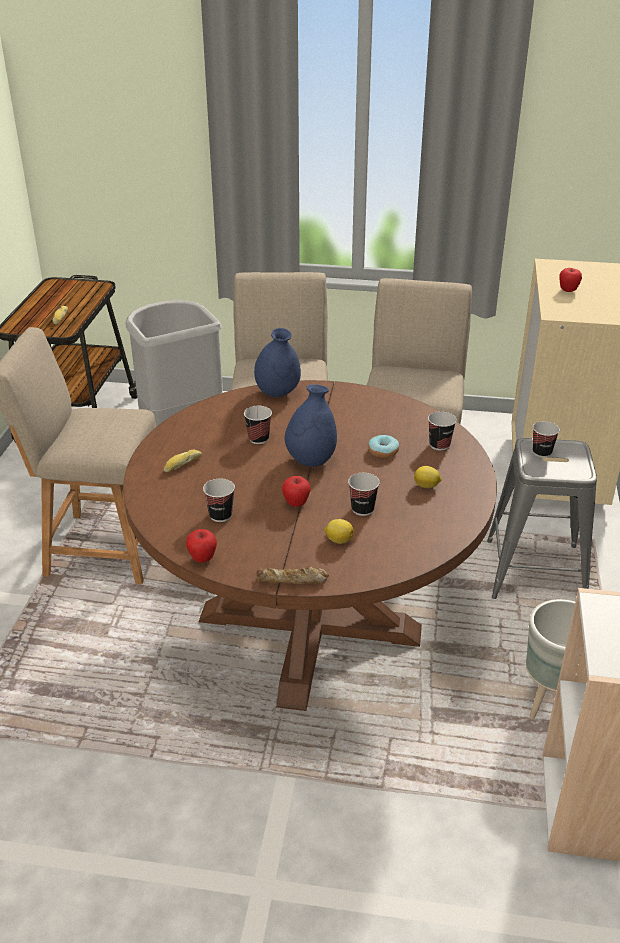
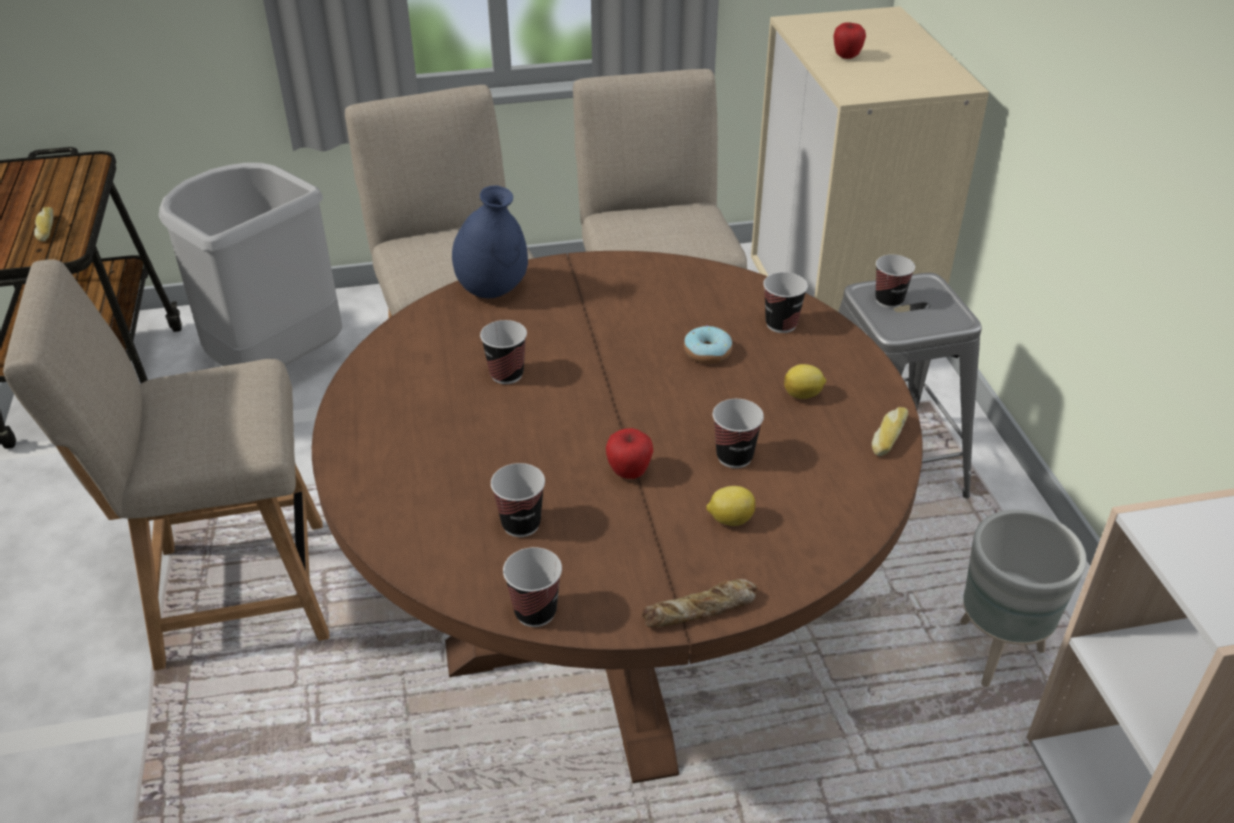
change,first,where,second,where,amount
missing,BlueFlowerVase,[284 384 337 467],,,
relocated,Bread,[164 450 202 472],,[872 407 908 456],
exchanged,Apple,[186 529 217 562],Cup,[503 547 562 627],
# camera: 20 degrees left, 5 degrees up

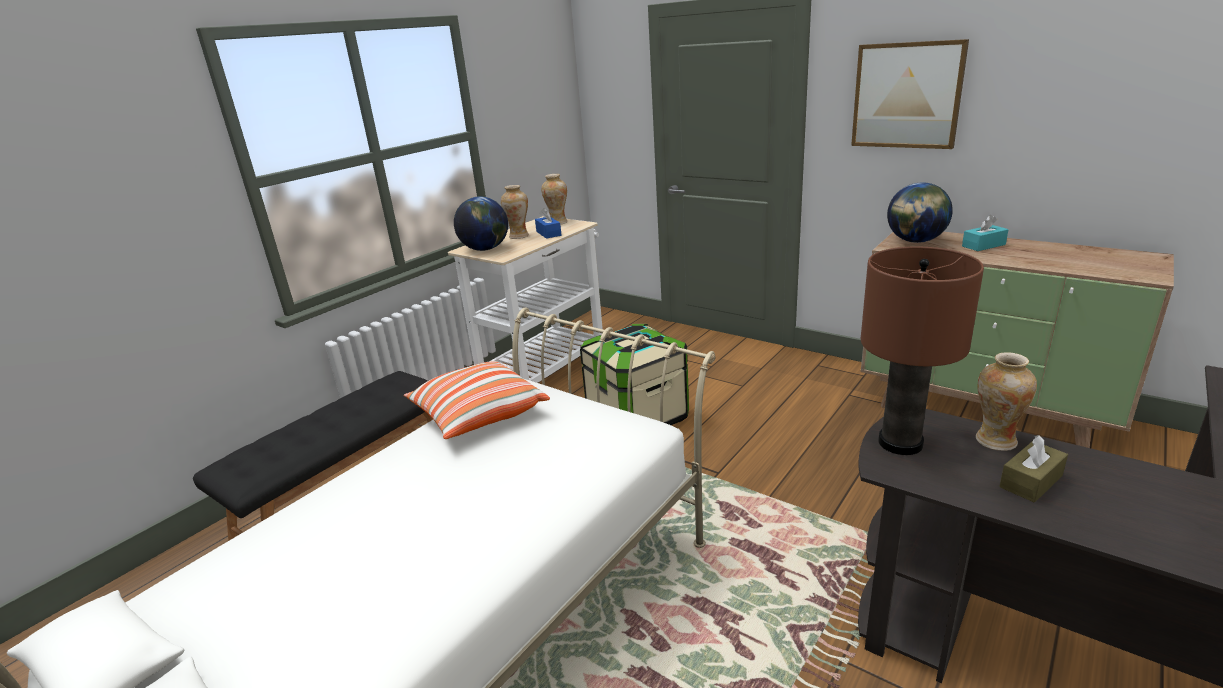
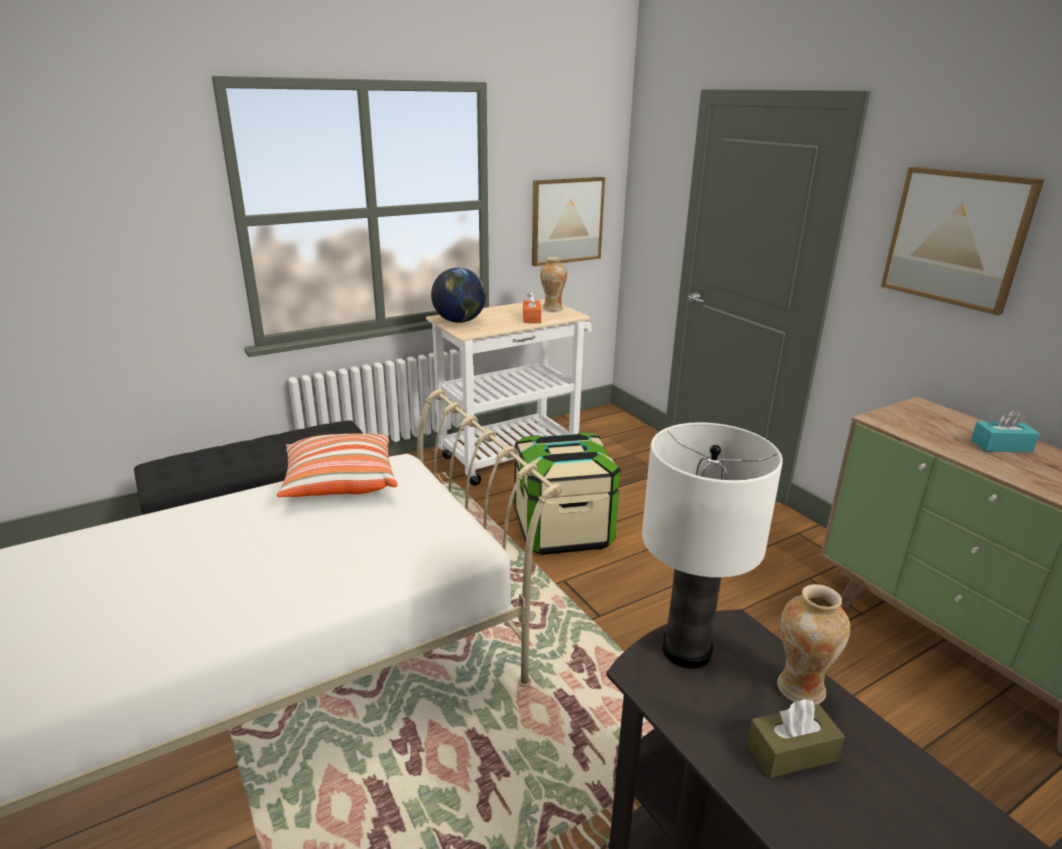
change,first,where,second,where,amount
missing,FlowerVase,[501 185 529 239],,,
missing,Globe,[887 182 953 243],,,
appeared,,,Picture,[532 177 605 266],
colour,BlueBoxOfTissues,[535 208 561 239],OrangeyBoxOfTissues,[523 291 541 323],
colour,BrownishTableLamp,[861 246 984 455],WhiteColouredTableLamp,[642 422 783 669],
# camera: 20 degrees right, 0 degrees up

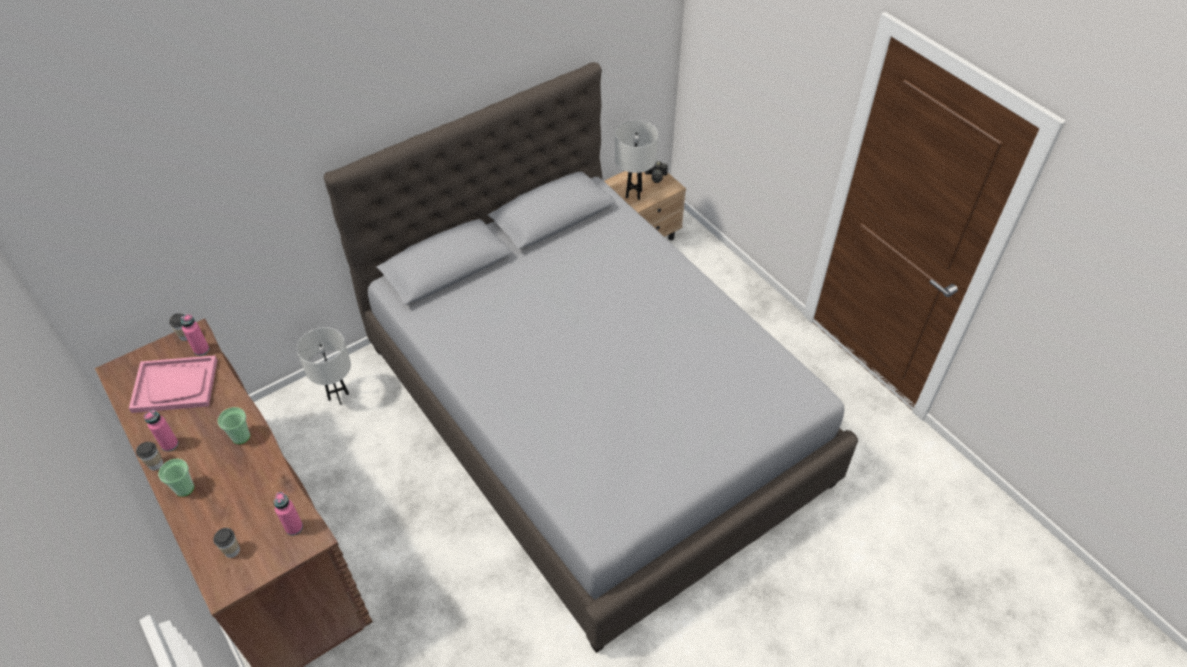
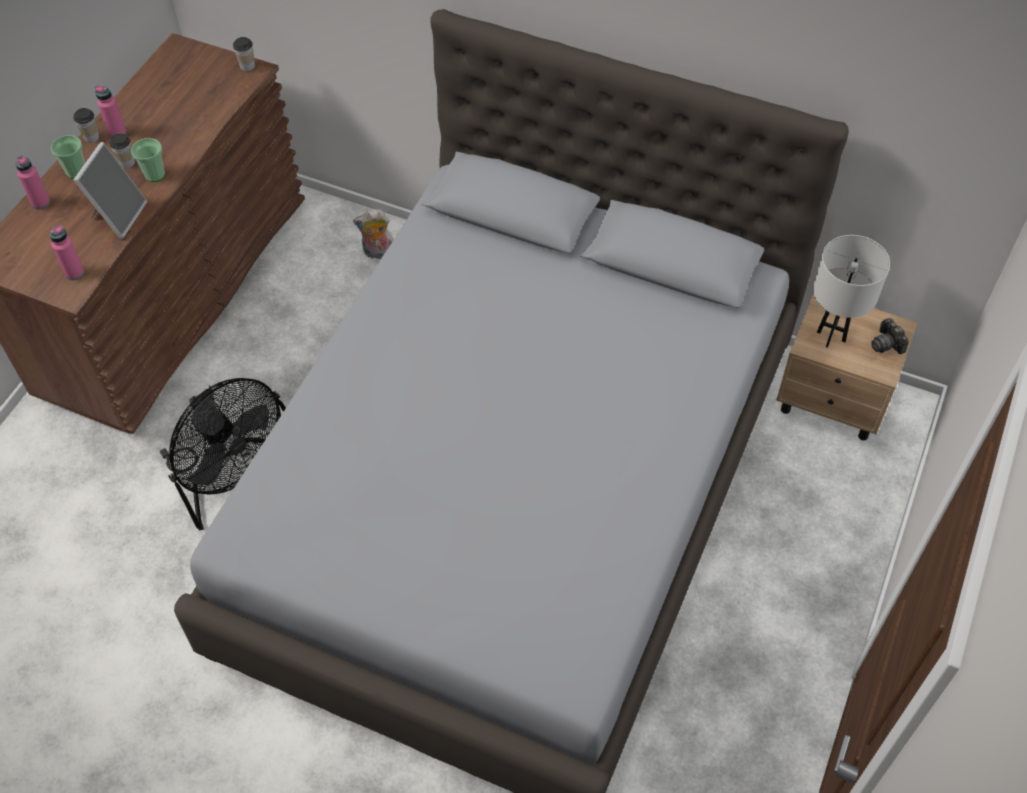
change,first,where,second,where,amount
missing,PinkCarryingTray,[129 355 217 413],,,
appeared,,,StandingFrame,[73 142 148 239],
appeared,,,BlackColouredElectricFan,[160 378 286 531],
relocated,PinkDrinkBottle,[181 315 209 356],,[15 155 50 209],
relocated,Cup,[213 528 240 558],,[109 133 135 168],
exchanged,WhiteColouredTableLamp,[297 327 351 405],SoftToy,[353 209 393 259],
# camera: 60 degrees right, 5 degrees up

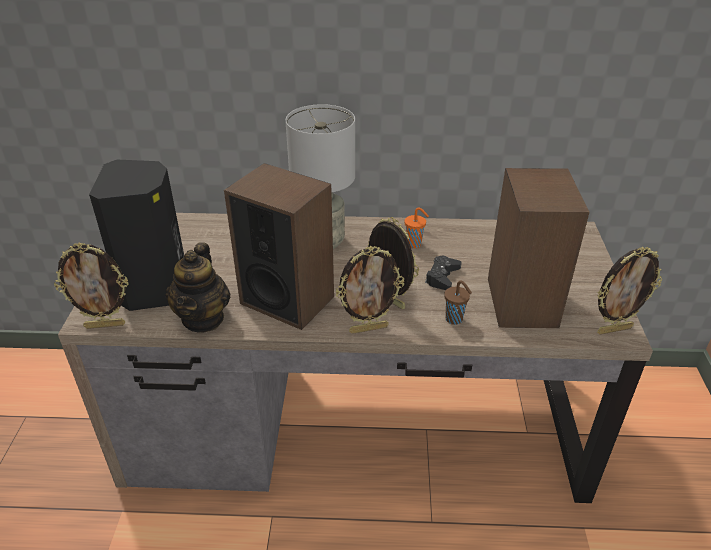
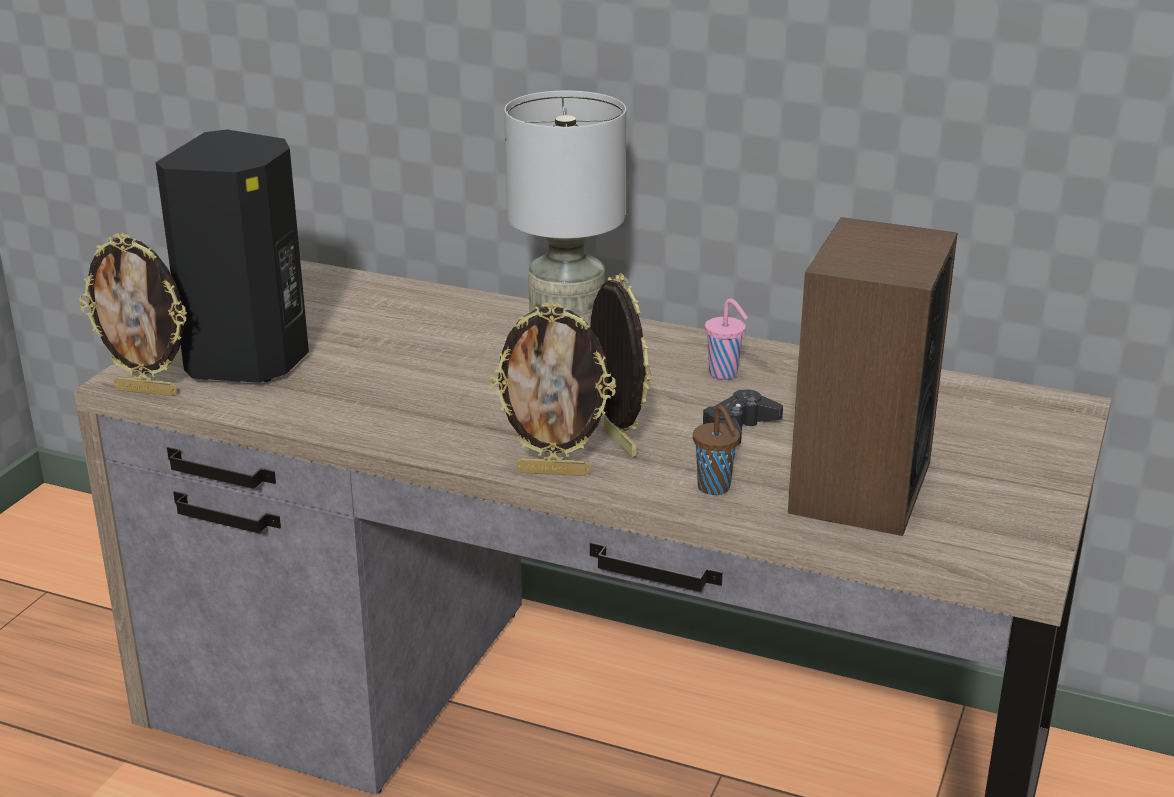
change,first,where,second,where,amount
missing,TeaPot,[166 243 230 332],,,
missing,Speaker,[224 163 334 330],,,
missing,StandingFrame,[597 247 662 334],,,
colour,OrangeyCup,[405 207 429 248],PinkCup,[705 299 748 380],
# camera: 20 degrees right, 10 degrees down

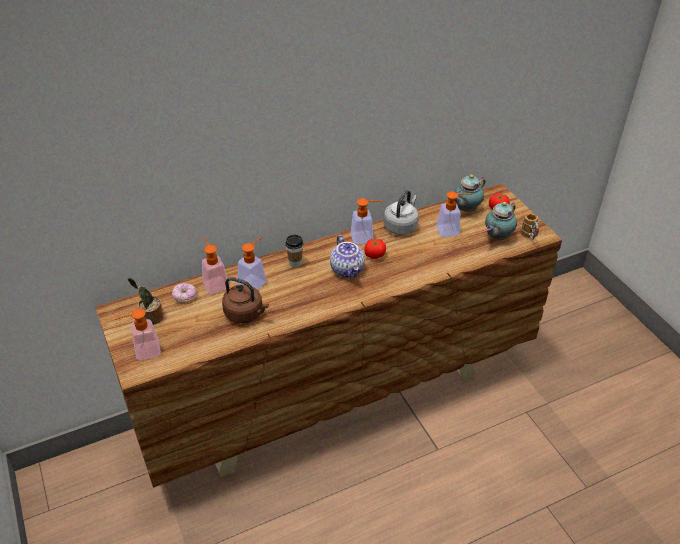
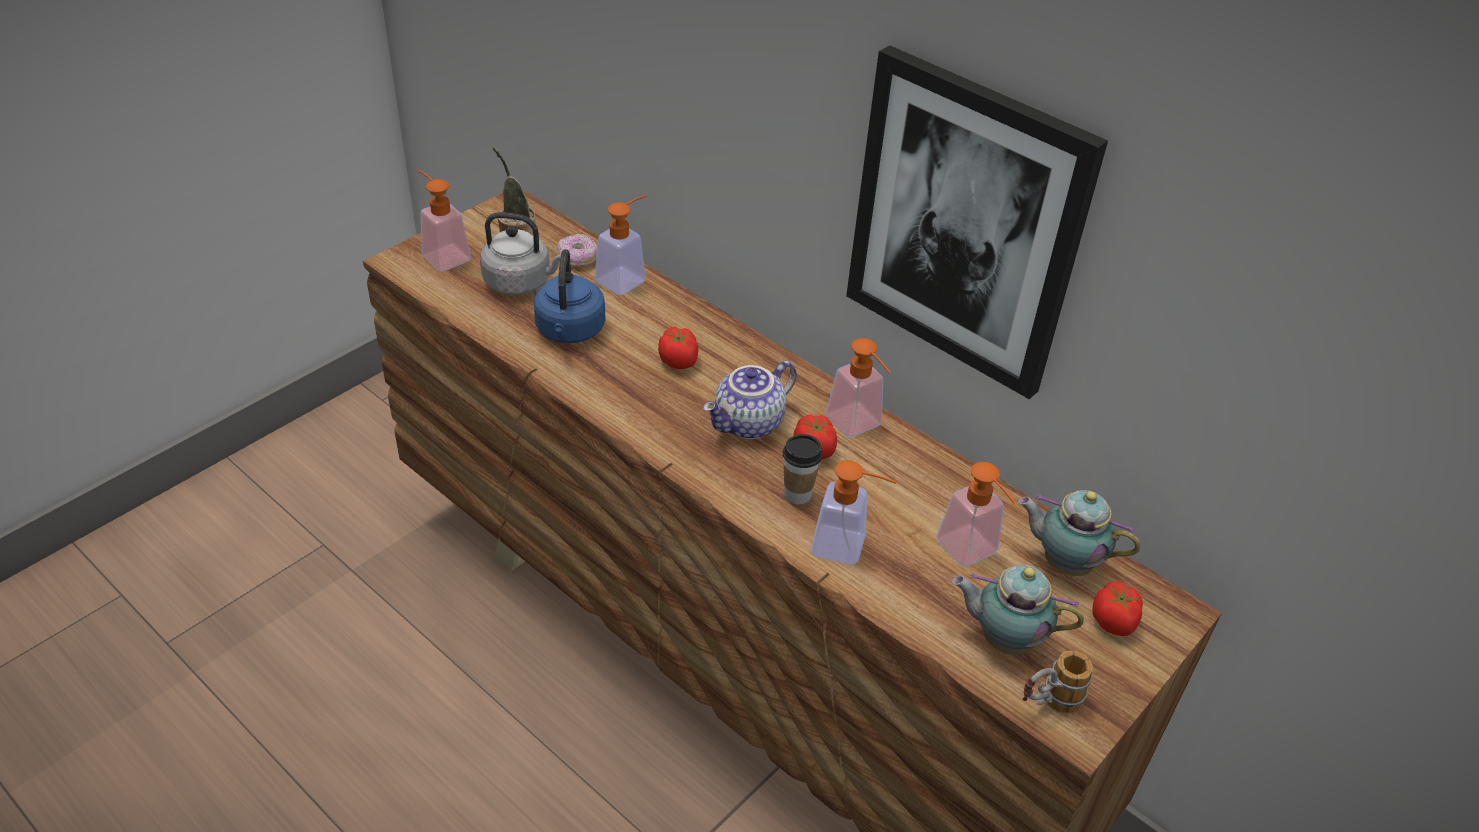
change,first,where,second,where,amount
appeared,,,Tomato,[658 327 698 369],
appeared,,,Picture,[846 45 1108 399],
relocated,SoapDispenser,[238 237 266 290],,[811 460 897 565],
relocated,Cup,[285 235 303 267],,[783 434 822 504],
relocated,GreyKettle,[384 190 419 235],,[480 212 561 295],
colour,BrownishKettle,[222 277 269 323],BlueKettle,[534 249 605 343],
# camera: 65 degrees right, 0 degrees up

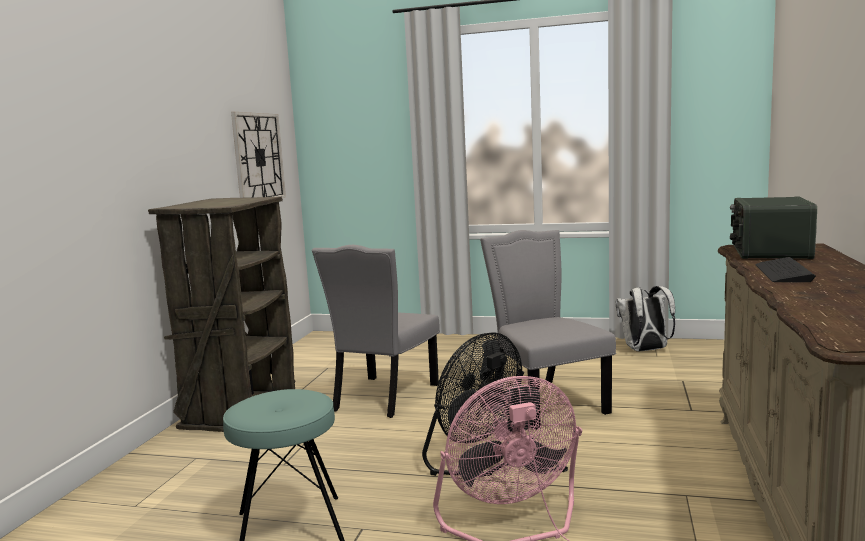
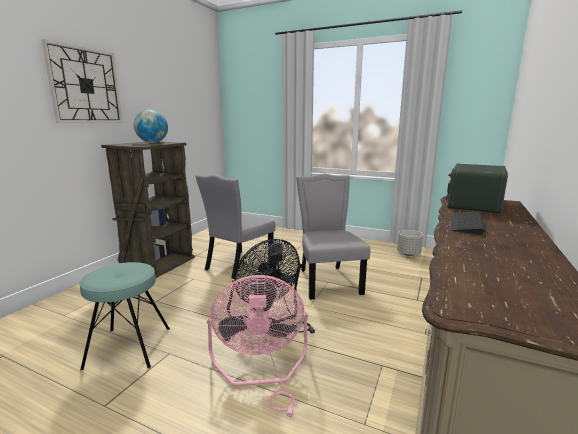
change,first,where,second,where,amount
appeared,,,Globe,[134 110 168 143],
relocated,ClockOnTheWall,[231 112 286 198],,[42 39 123 123],
exchanged,WhiteColouredKnapsack,[616 286 675 352],GreyPlantPot,[397 230 423 256],
# camera: 10 degrees right, 5 degrees up

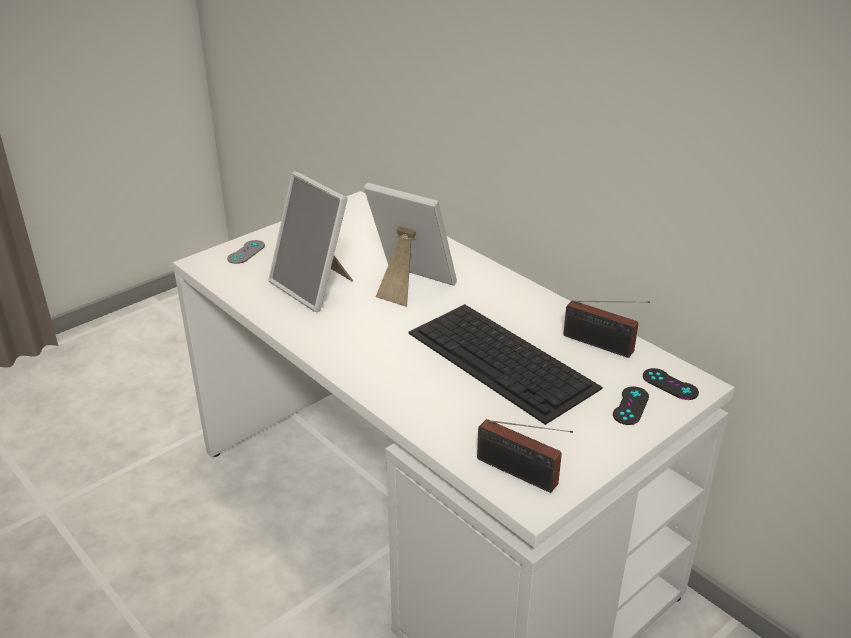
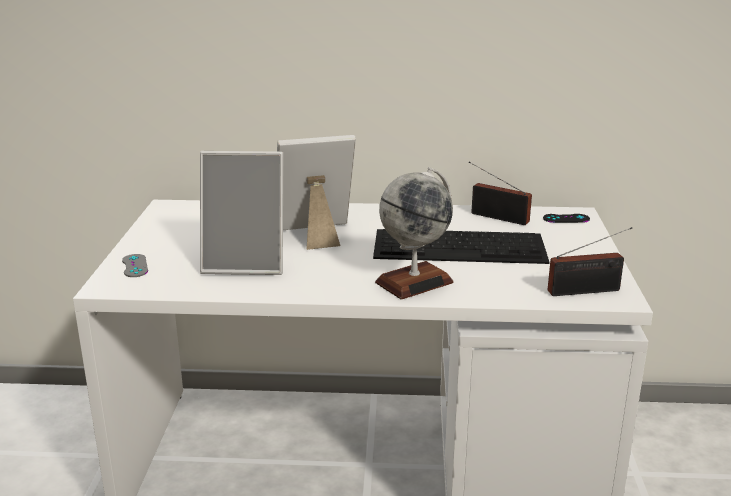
change,first,where,second,where,amount
missing,BlackColouredGameController,[613 386 649 425],,,
appeared,,,Globe,[375 167 454 300],
spun,RadioReceiver,[563 300 650 358],,[469 162 532 225],135 degrees counterclockwise
# camera: 45 degrees left, 10 degrees down

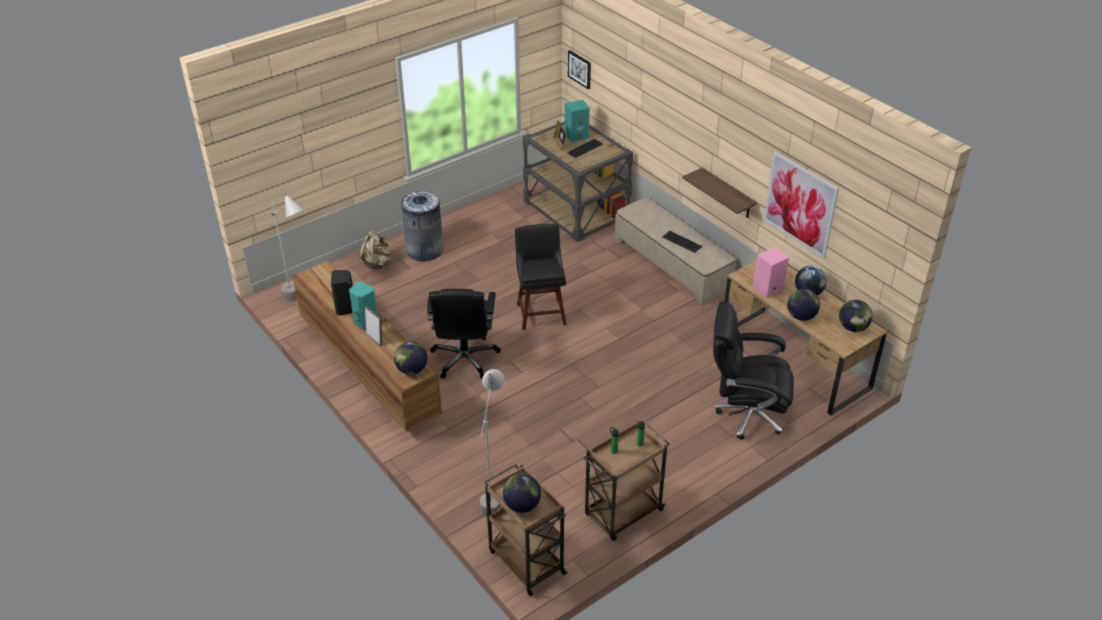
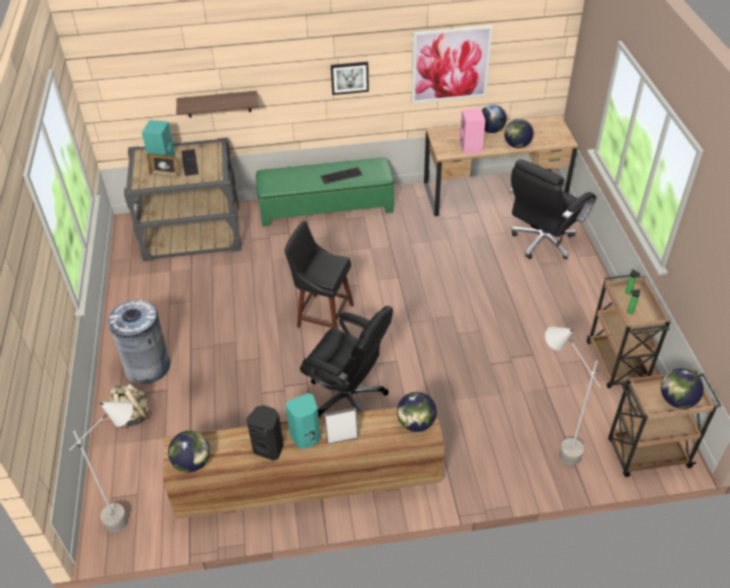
change,first,where,second,where,amount
relocated,Picture,[568 50 591 89],,[331 62 369 95],
relocated,Shelf,[682 168 757 218],,[176 91 259 118],
relocated,Globe,[839 300 873 332],,[168 431 210 472],
colour,BeigeColouredIndoorBench,[614 197 736 305],GreenIndoorBench,[256 157 394 227],
# camera: 60 degrees left, 5 degrees up

